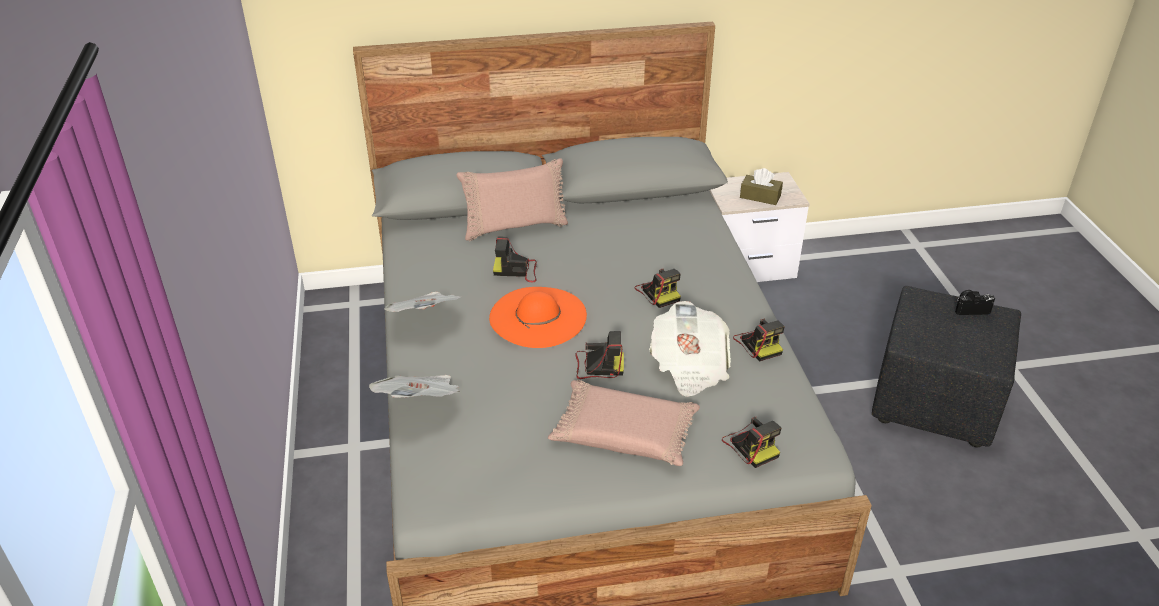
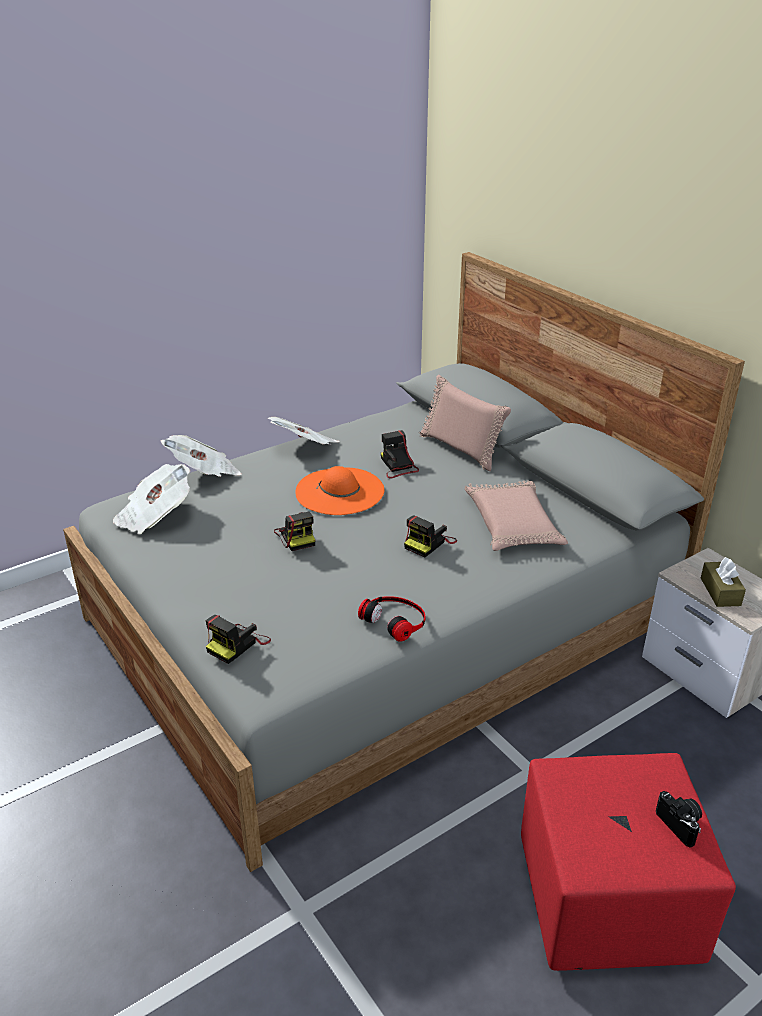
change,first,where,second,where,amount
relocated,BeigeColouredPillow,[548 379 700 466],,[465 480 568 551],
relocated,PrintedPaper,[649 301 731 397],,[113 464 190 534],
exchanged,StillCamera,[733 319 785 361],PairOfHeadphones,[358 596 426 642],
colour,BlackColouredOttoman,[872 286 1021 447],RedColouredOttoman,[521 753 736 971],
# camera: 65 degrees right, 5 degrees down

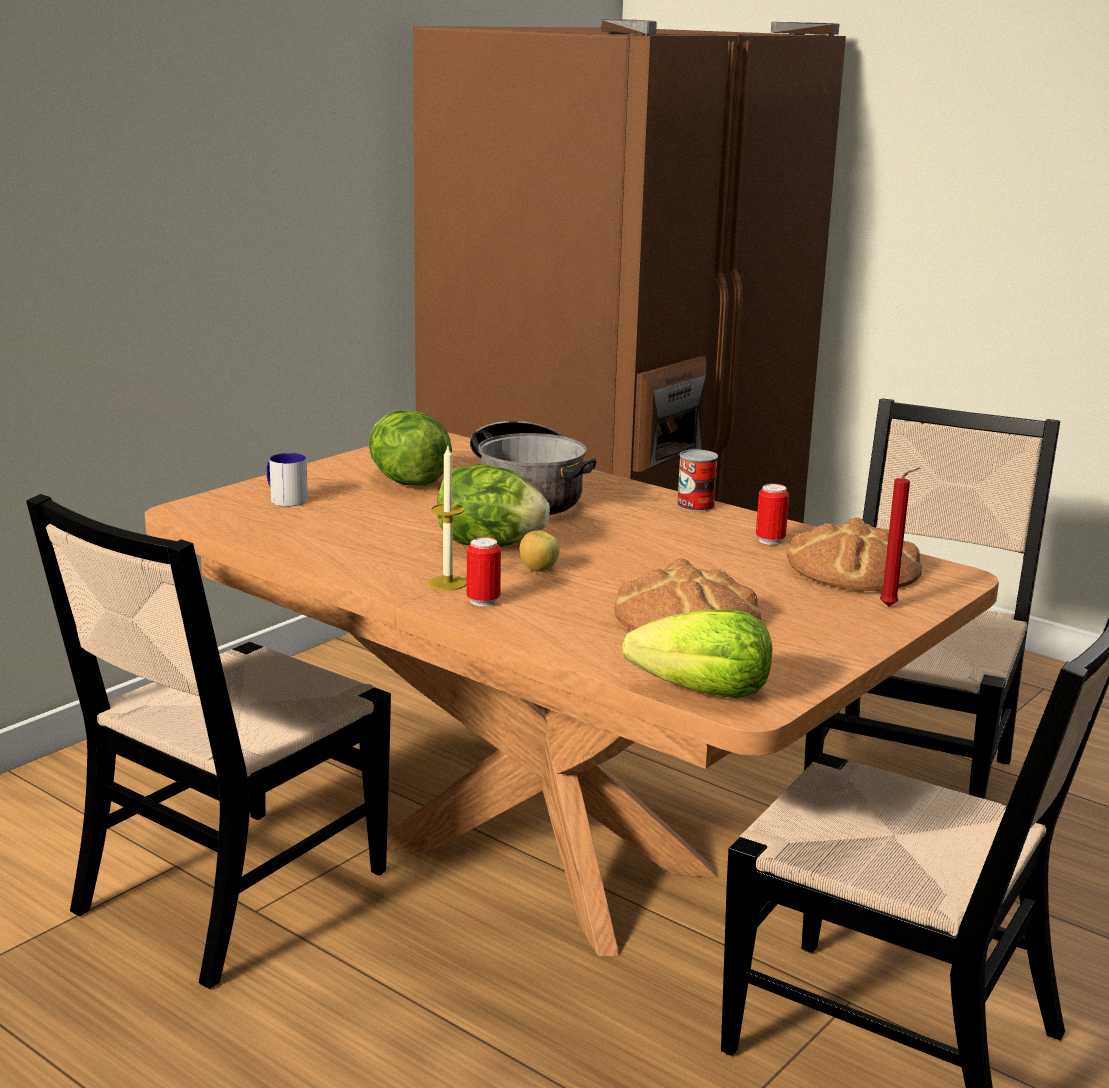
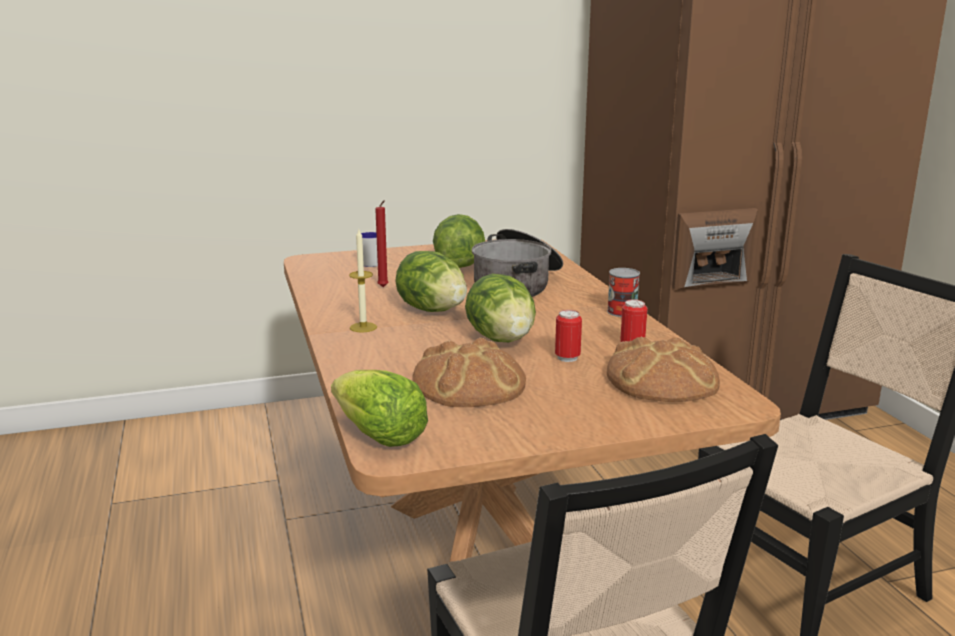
change,first,where,second,where,amount
missing,Chair,[26 494 391 989],,,
missing,Apple,[519 530 560 572],,,
appeared,,,LettuceHead,[465 274 536 342],
relocated,SealedCan,[467 537 501 606],,[555 310 582 362],
relocated,RedColouredCandle,[880 468 920 607],,[375 200 389 287],
# camera: 35 degrees right, 0 degrees up

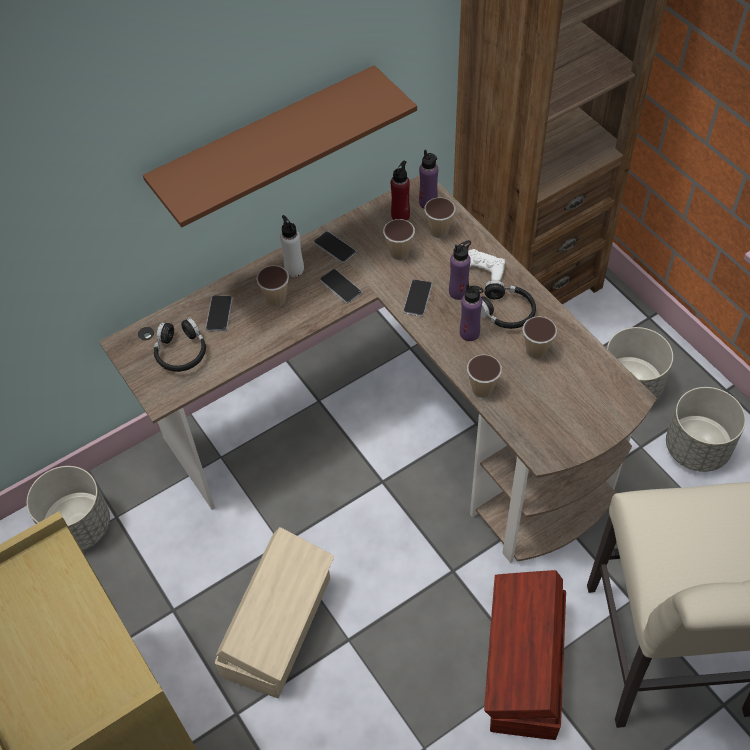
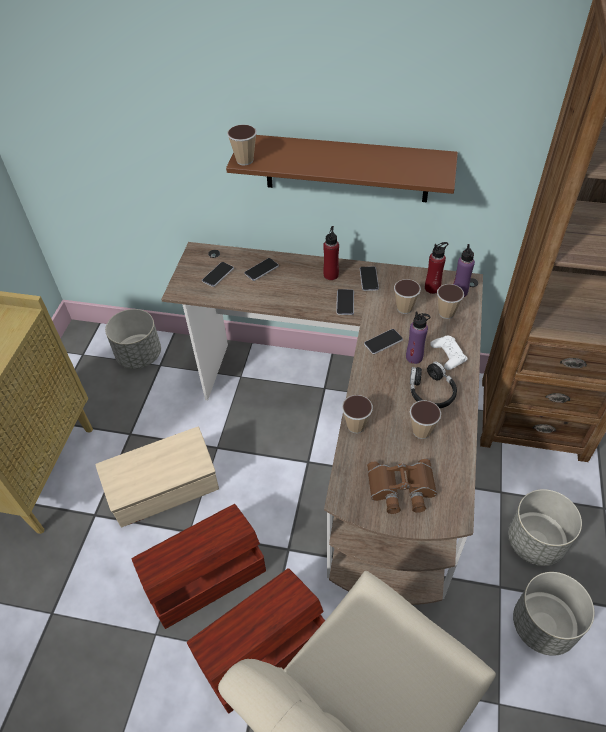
change,first,where,second,where,amount
missing,PurpleColouredDrinkBottle,[460 283 484 341],,,
appeared,,,BrownishStorageContainer,[132 504 266 629],
appeared,,,BrownishFieldGlasses,[367 459 437 514],
relocated,Cup,[256 265 289 307],,[227 125 257 165],
exchanged,BlackColouredPairOfHeadphones,[154 318 206 372],Handset,[202 262 234 287],
colour,WhiteColouredDrinkBottle,[280 215 304 277],RedColouredDrinkBottle,[323 226 339 280],
# camera: 45 degrees right, 5 degrees down

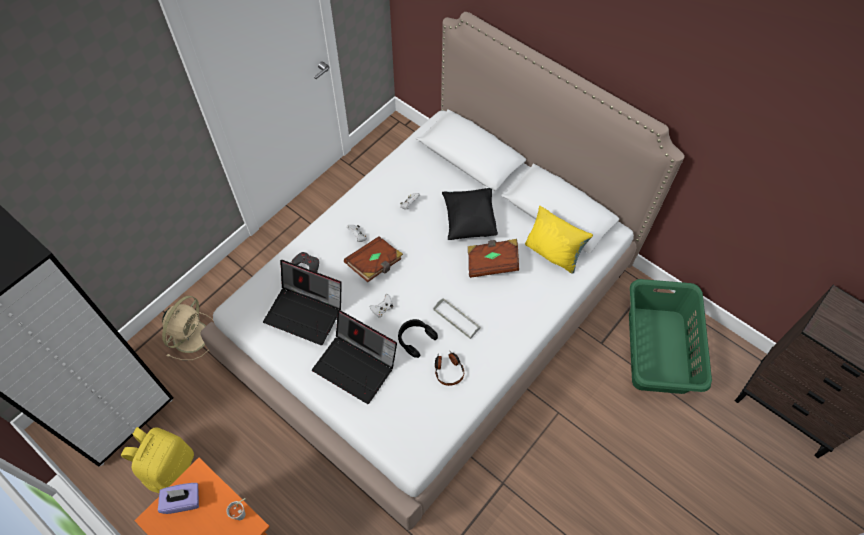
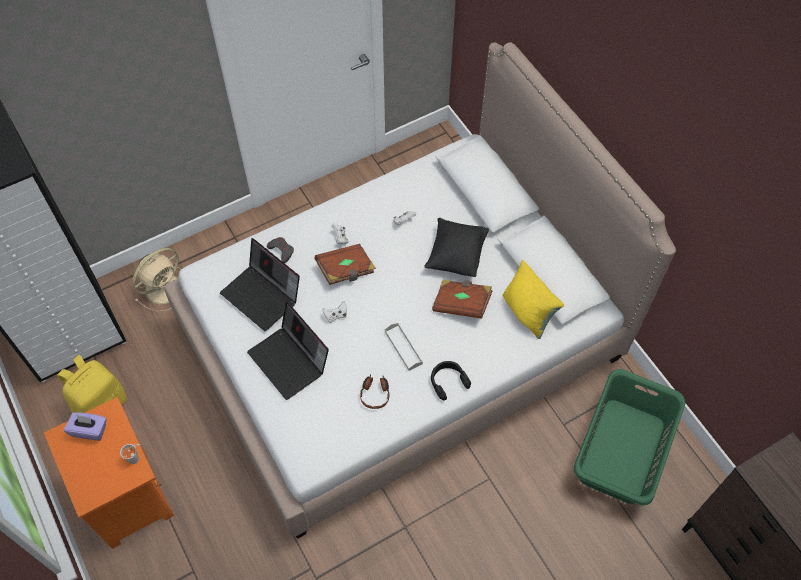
change,first,where,second,where,amount
relocated,BlackColouredPairOfHeadphones,[398 319 438 358],,[431 361 471 401],
# camera: 20 degrees right, 0 degrees up

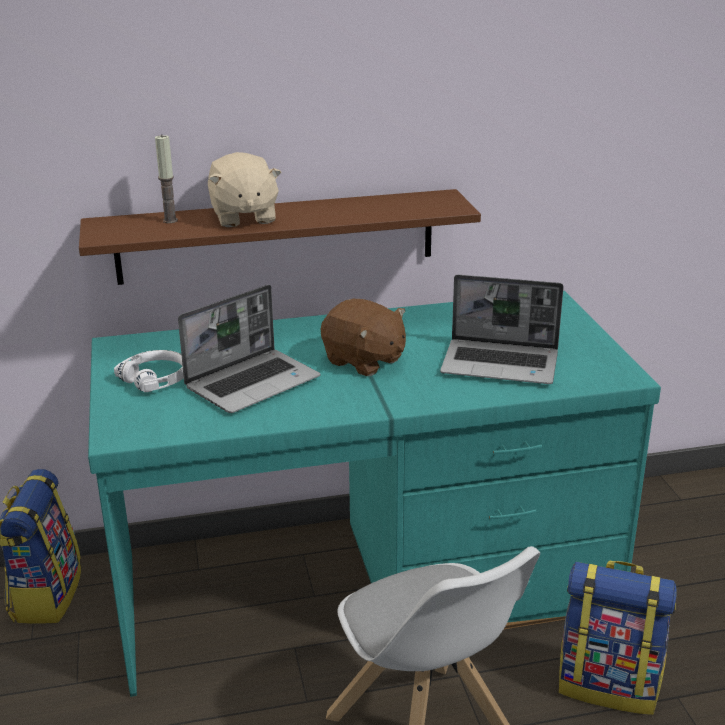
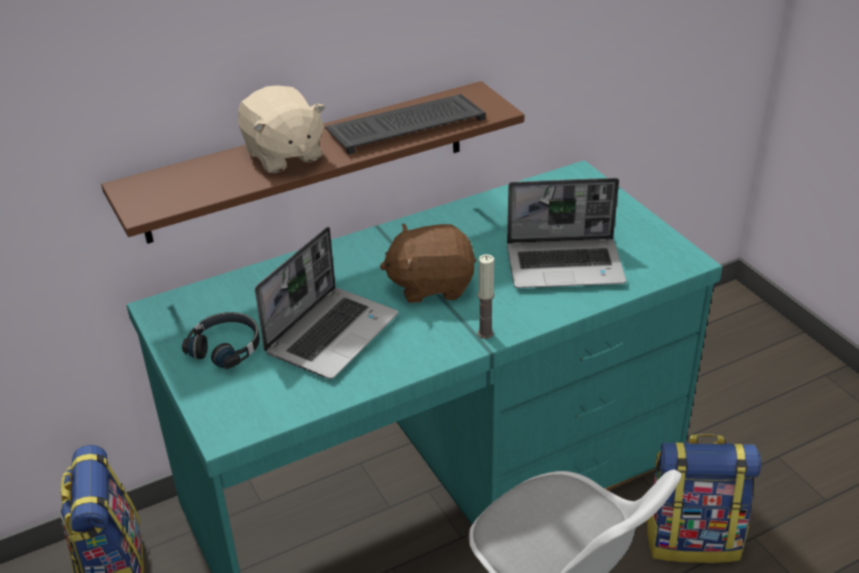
change,first,where,second,where,amount
appeared,,,Keyboard,[325 94 486 154],
relocated,Candle,[155 134 178 223],,[478 254 495 339],
colour,WhiteColouredPairOfHeadphones,[114 350 184 392],BlackColouredPairOfHeadphones,[182 312 260 369],
spun,BrownishSoftToy,[321 299 406 376],,[380 223 476 303],150 degrees clockwise
# camera: 15 degrees left, 10 degrees up

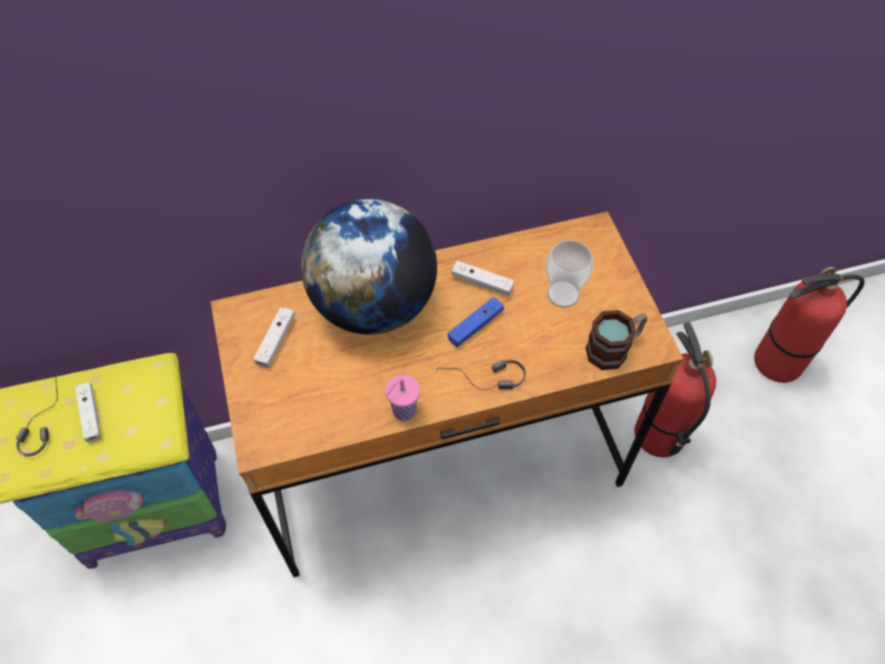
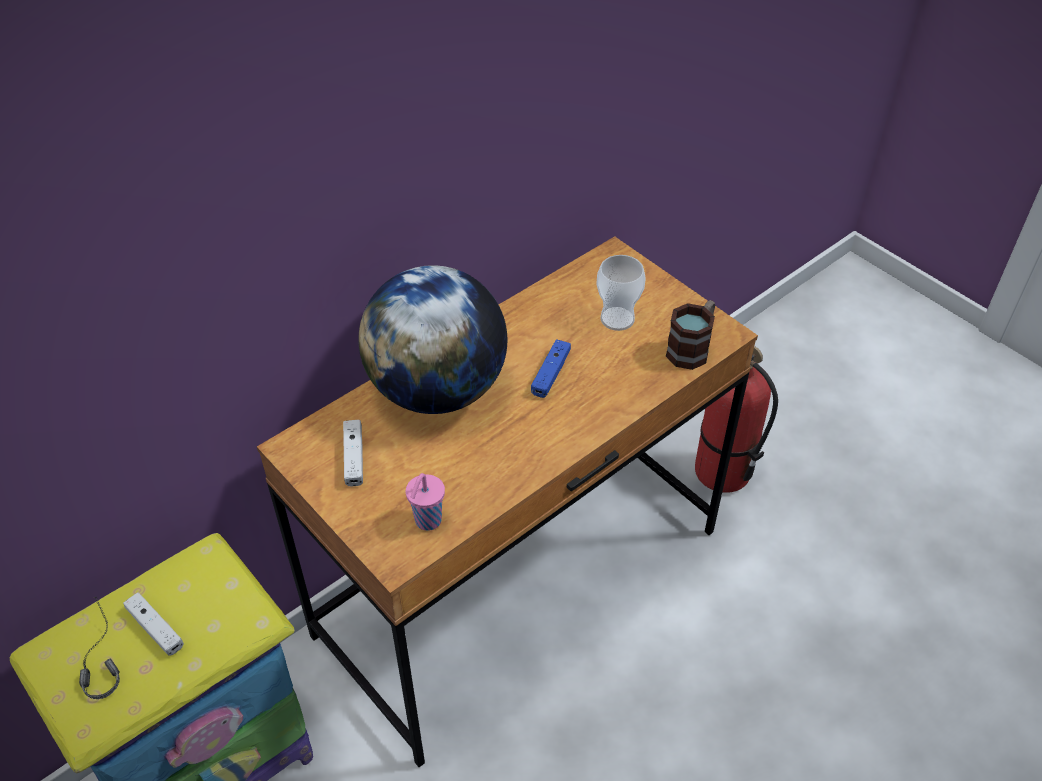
change,first,where,second,where,amount
missing,PairOfHeadphones,[436 360 526 390],,,
missing,WhiteColouredGameController,[451 260 514 296],,,
missing,FireExtinguisher,[754 267 865 383],,,
relocated,PinkCup,[384 375 420 421],,[406 473 445 531],
# camera: 25 degrees left, 10 degrees down

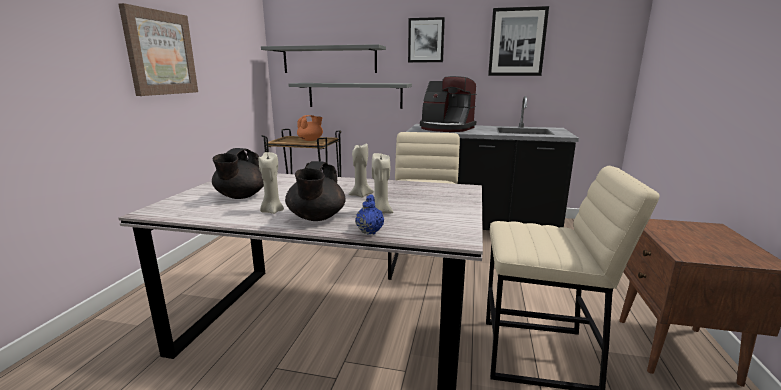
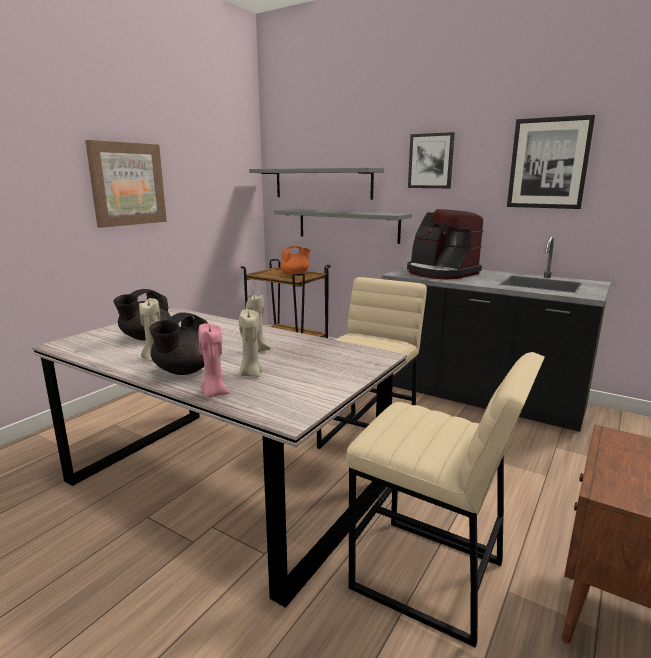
change,first,where,second,where,amount
exchanged,BlueTeaPot,[355 194 384 235],PinkCandle,[199 323 230 398],
# camera: 20 degrees right, 0 degrees up

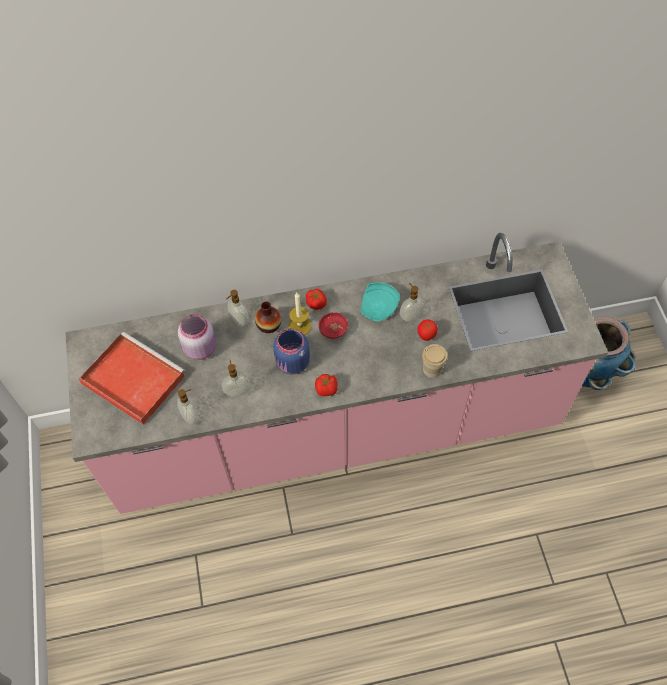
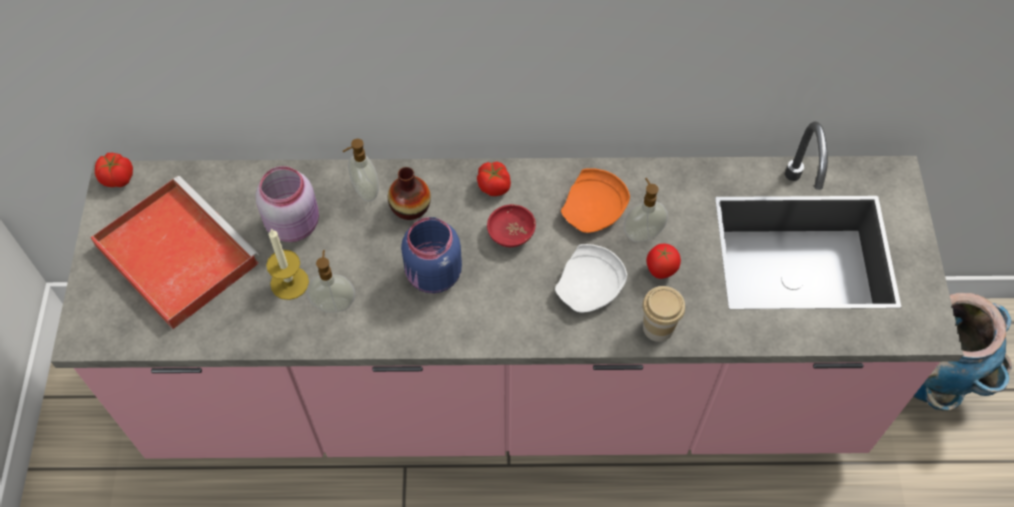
change,first,where,second,where,amount
missing,SoapDispenser,[177 389 199 425],,,
appeared,,,WhiteColouredFlatDish,[555 244 627 313],
relocated,Candle,[289 293 311 335],,[266 228 309 300],
relocated,Tomato,[315 374 338 396],,[95 153 133 187],
colour,TurquoiseFlatDish,[360 282 400 322],OrangeyFlatDish,[561 168 630 233],
# camera: 10 degrees right, 0 degrees up

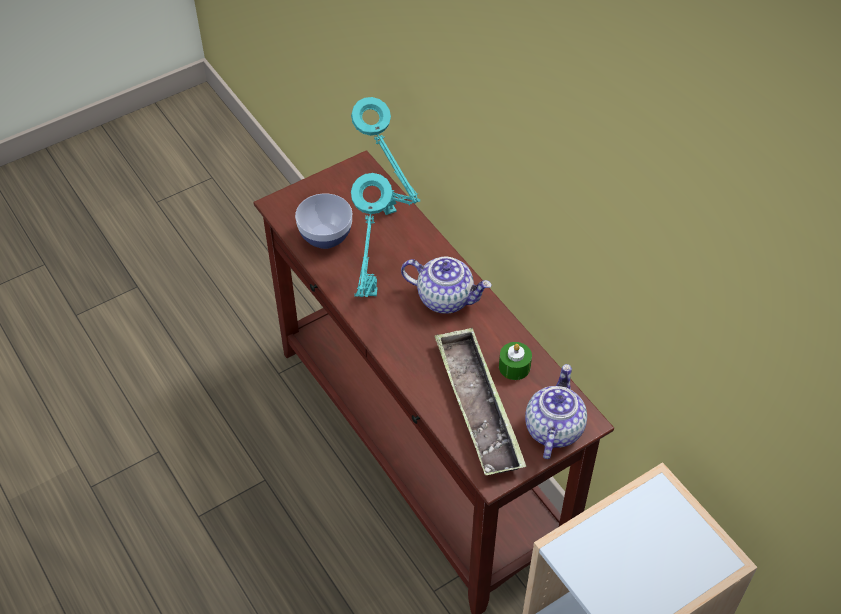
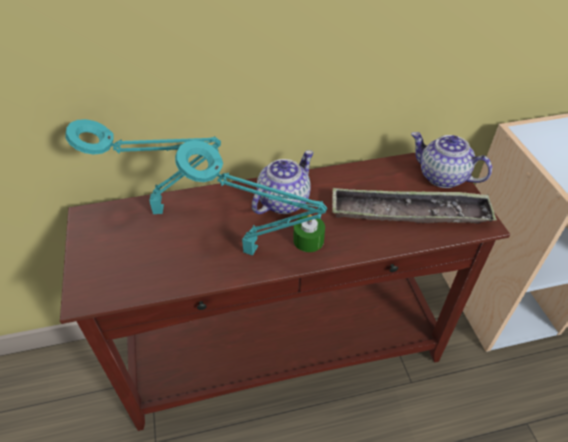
change,first,where,second,where,amount
missing,Bowl,[295 193 352 249],,,
relocated,GreenCandle,[499 342 532 380],,[293 215 325 252],
# camera: 70 degrees left, 5 degrees down

